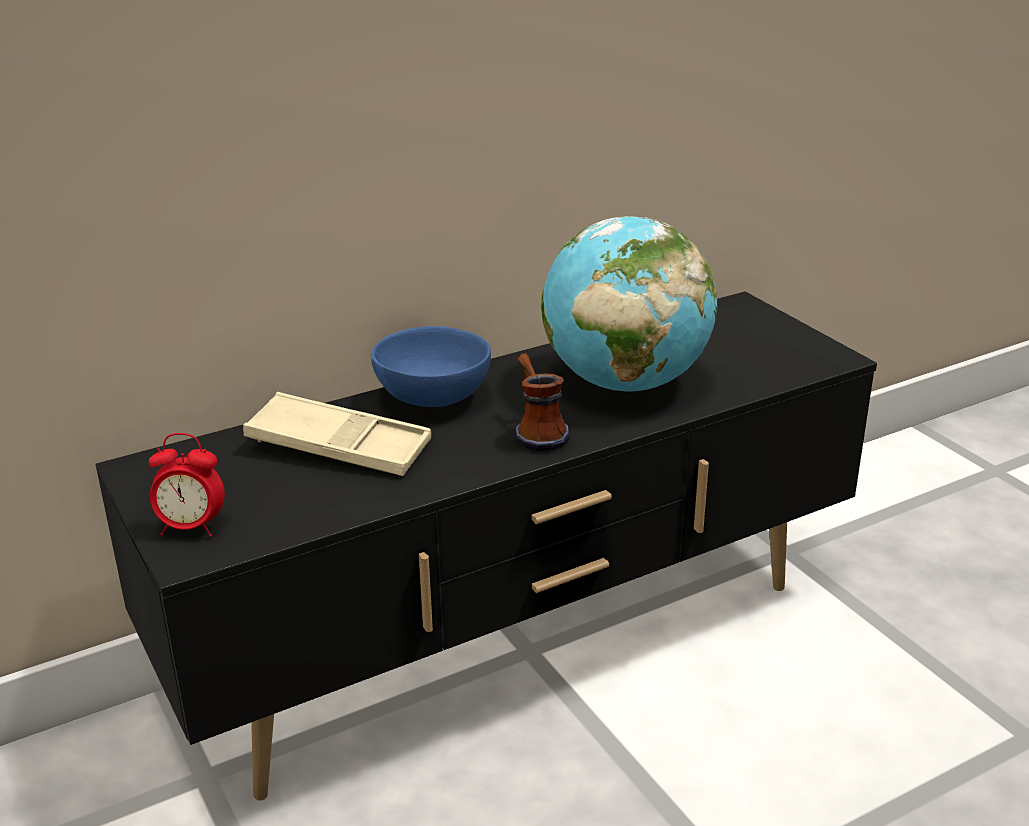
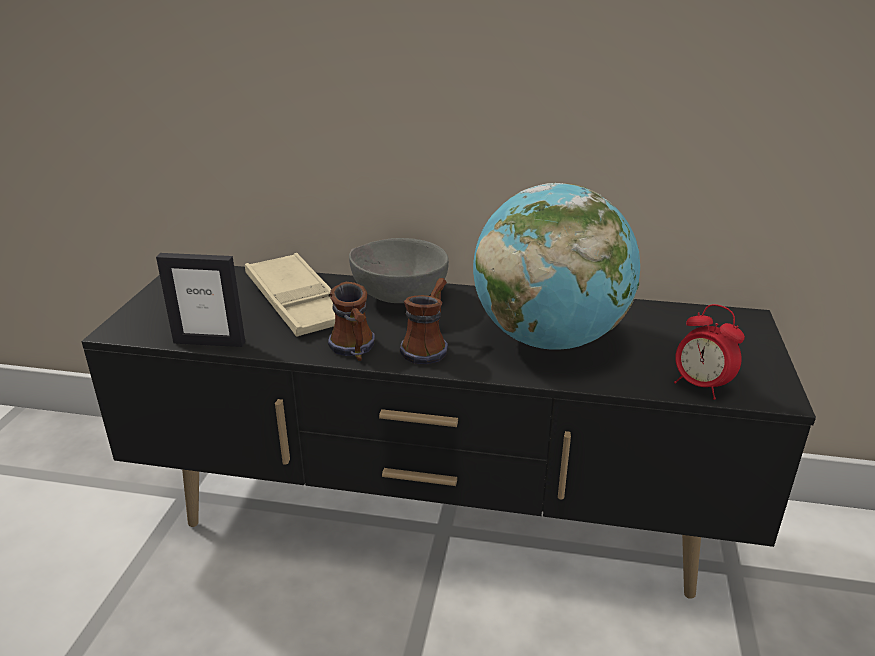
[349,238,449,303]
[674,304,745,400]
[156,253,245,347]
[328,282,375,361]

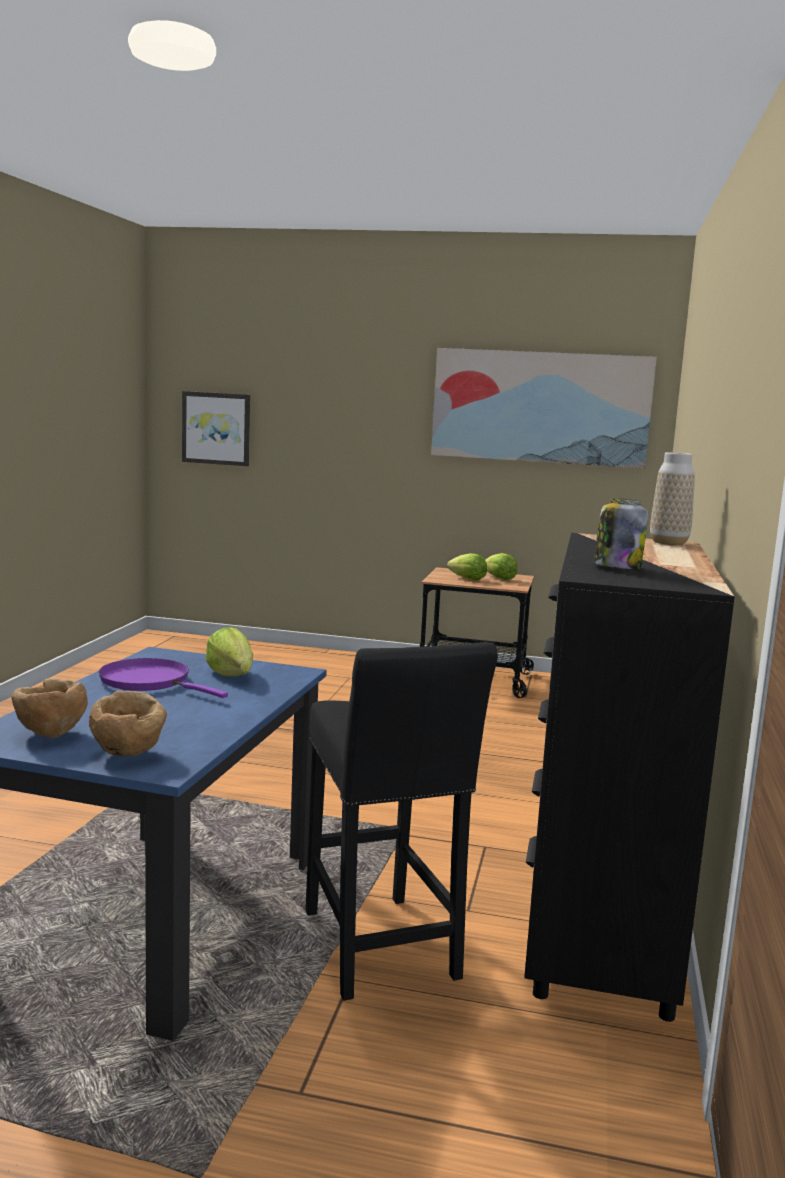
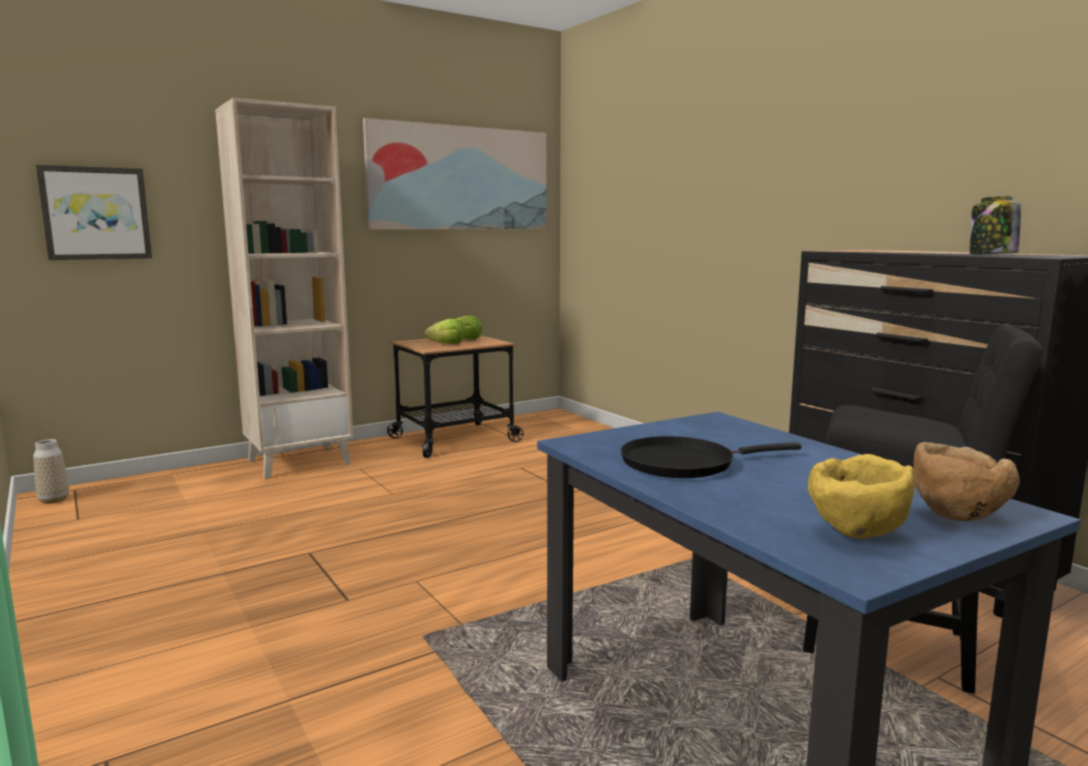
[33,439,69,504]
[205,627,253,677] (first image)
[621,436,801,478]
[808,454,915,539]
[215,98,353,479]

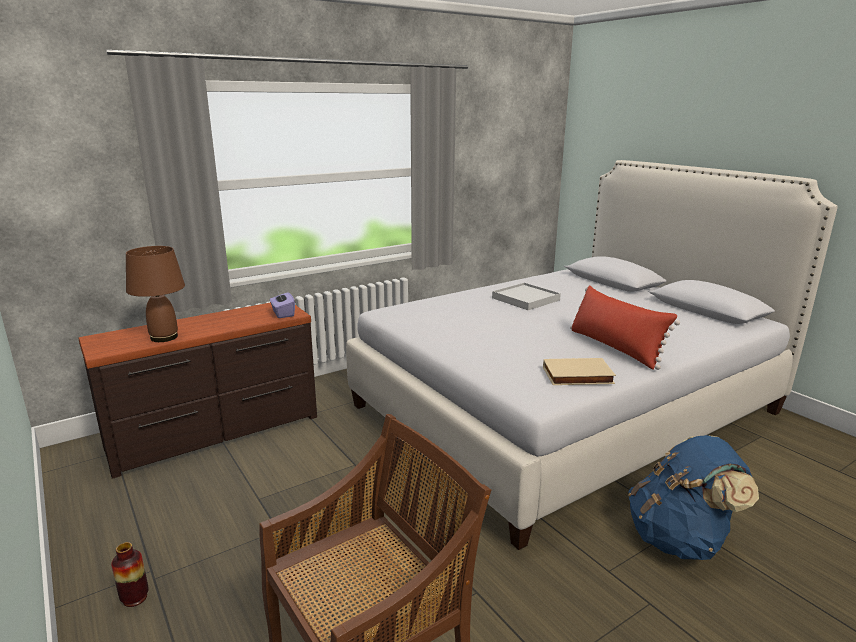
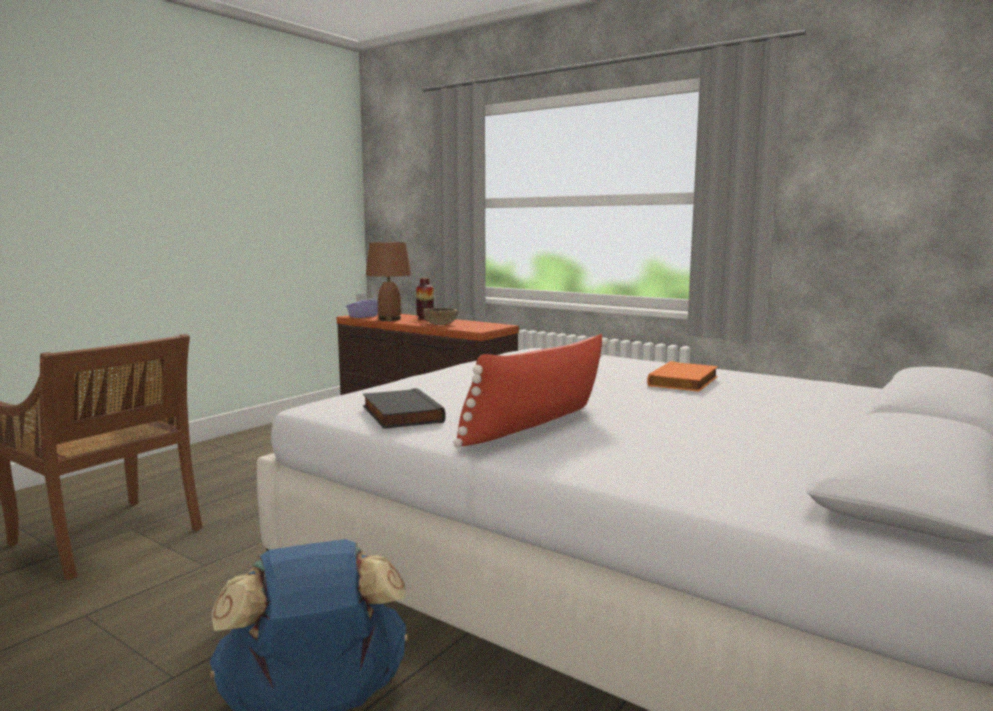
[647,361,718,391]
[346,293,378,318]
[363,388,446,429]
[416,278,434,320]
[423,308,459,325]

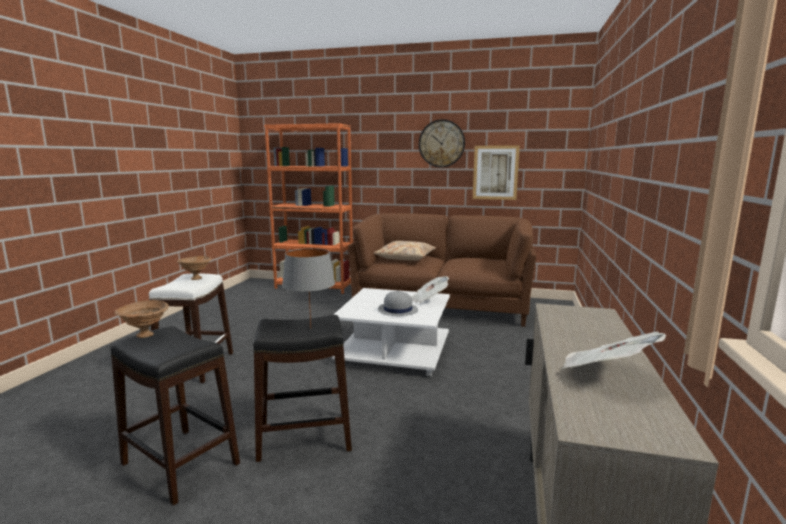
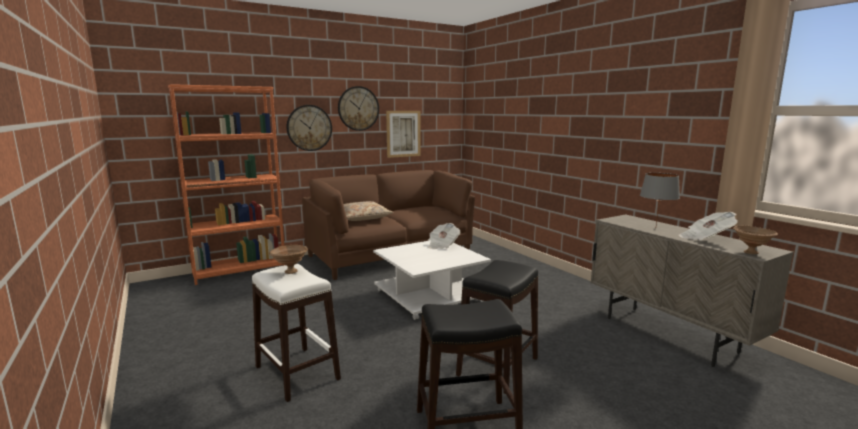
[640,173,680,225]
[378,290,418,316] (first image)
[733,225,778,254]
[287,105,332,151]

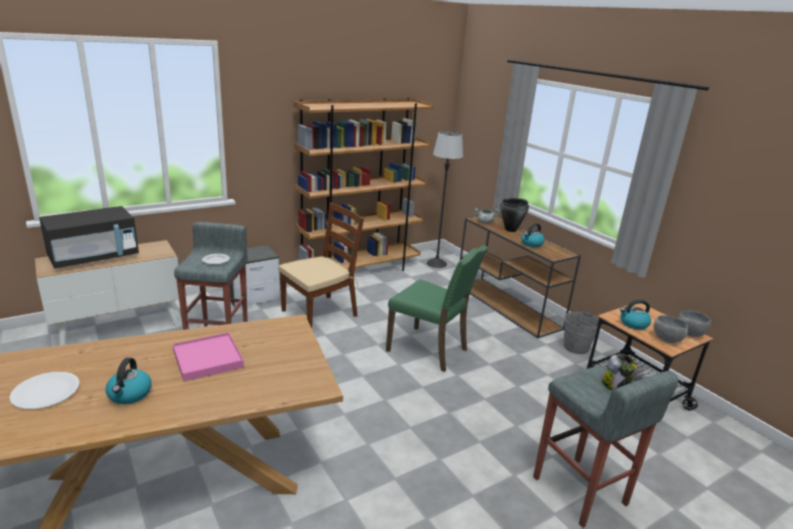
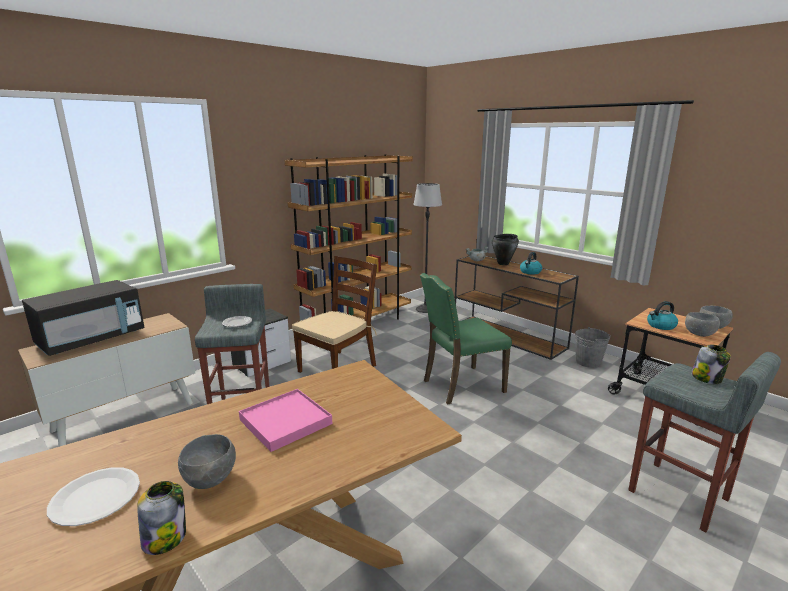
[420,273,512,404]
[178,434,236,489]
[137,481,186,555]

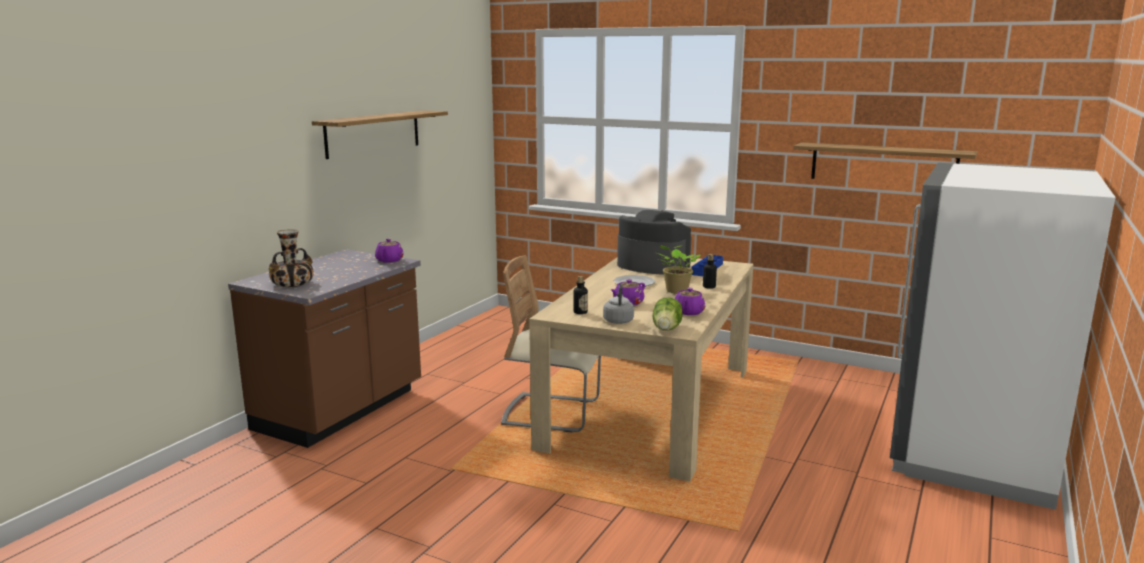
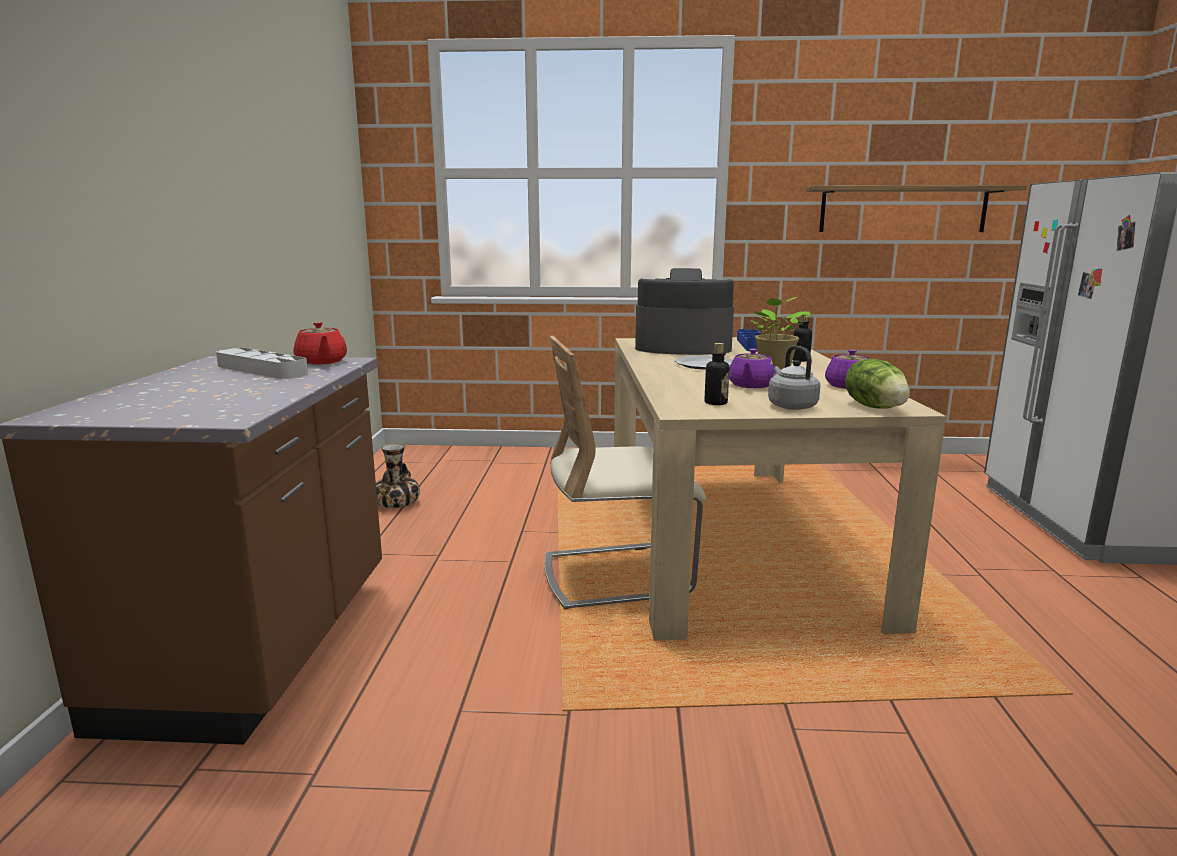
[312,111,448,159] (first image)
[376,443,420,508]
[294,322,347,365]
[216,348,308,379]

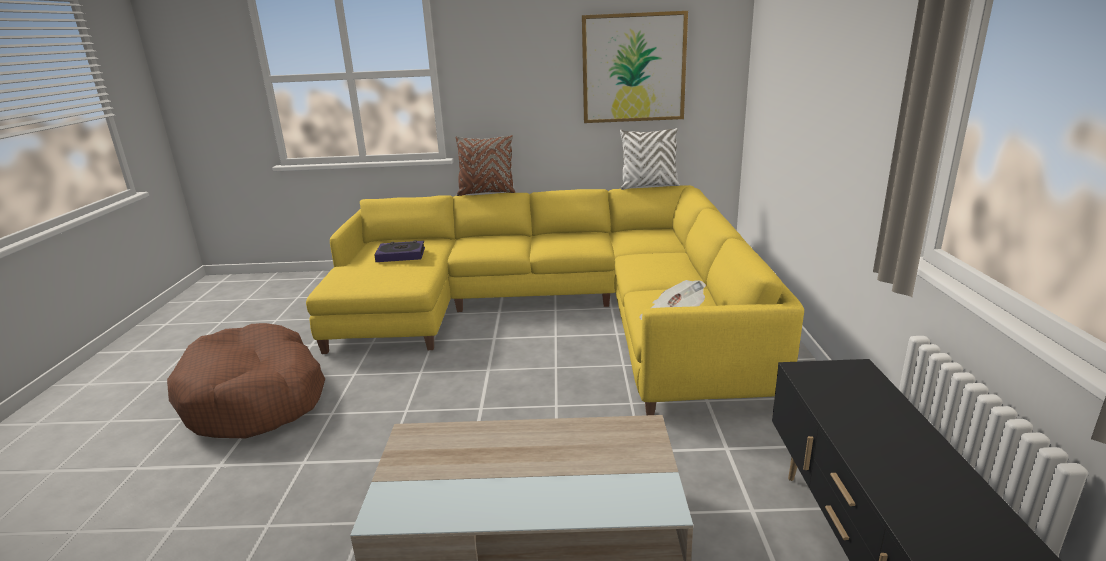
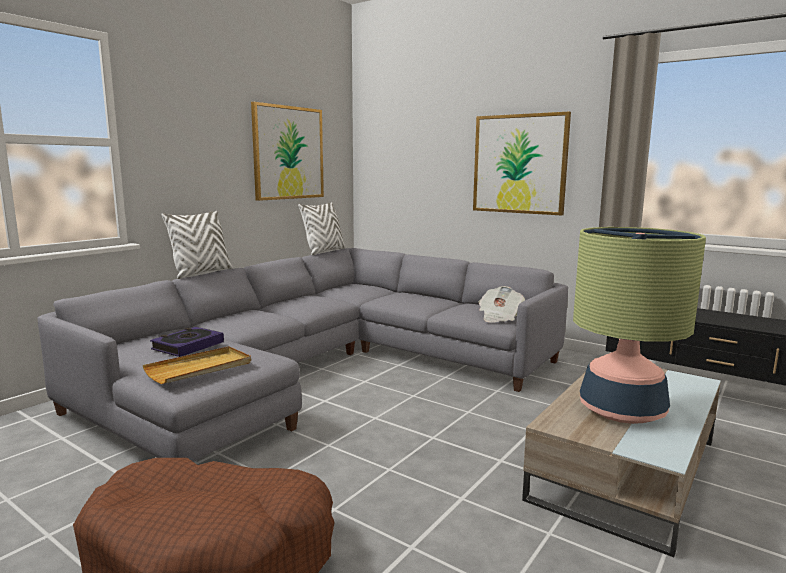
[161,211,233,279]
[38,248,568,462]
[473,112,571,215]
[573,227,706,424]
[143,346,251,384]

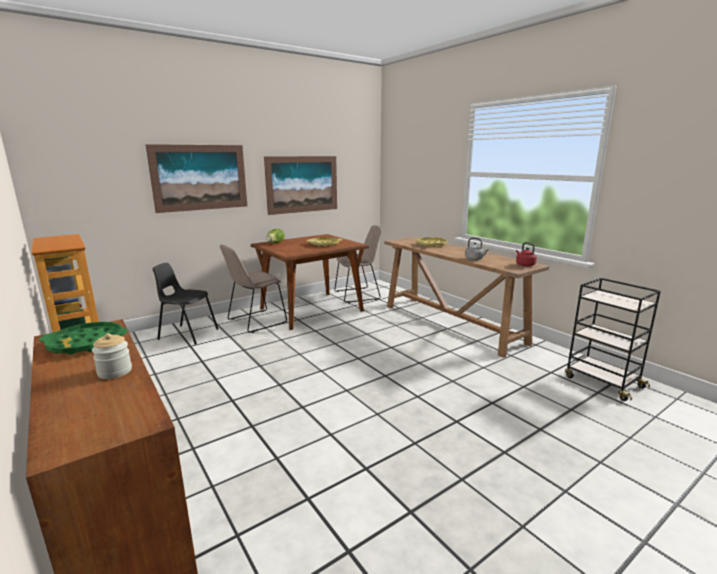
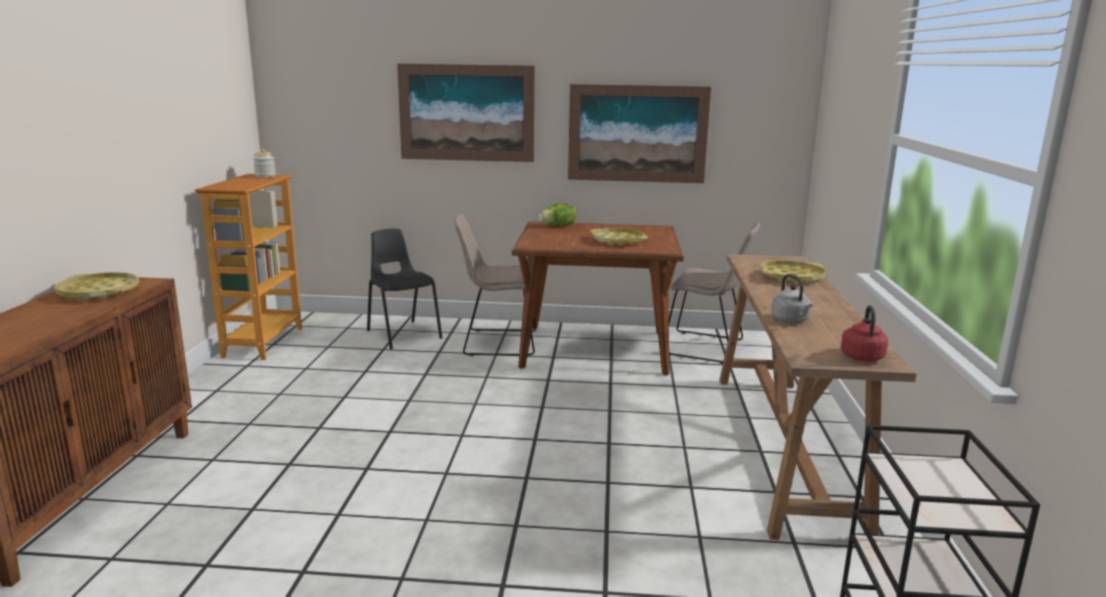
[54,272,139,301]
[253,149,276,177]

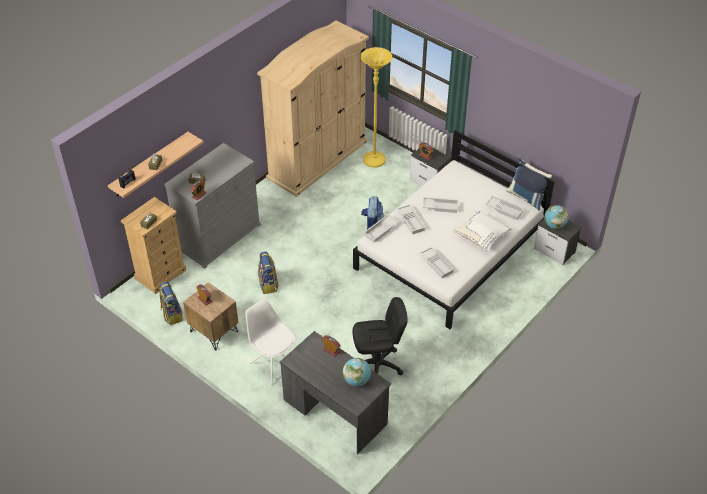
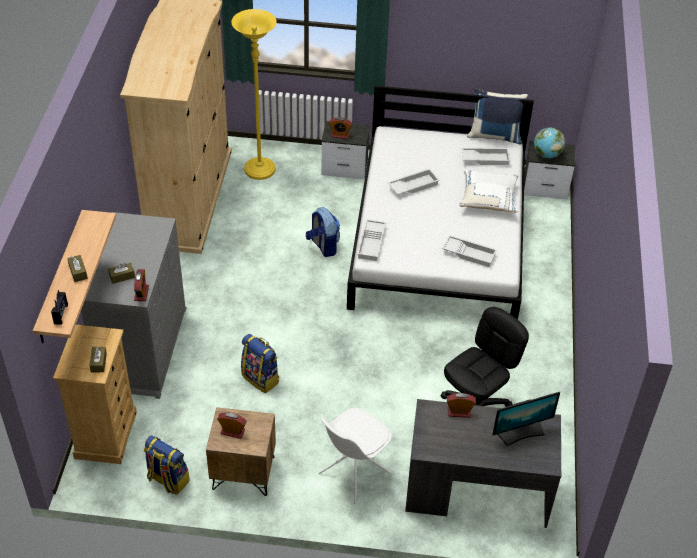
[397,204,426,234] (first image)
[318,408,392,504]
[493,392,560,446]

